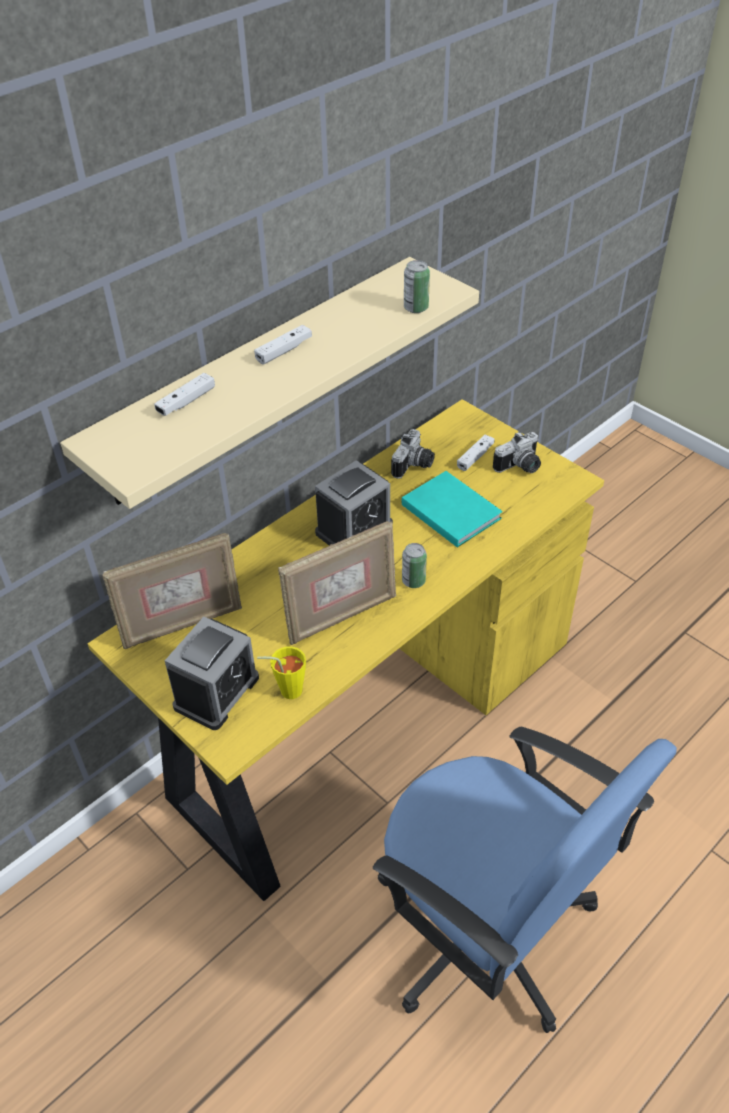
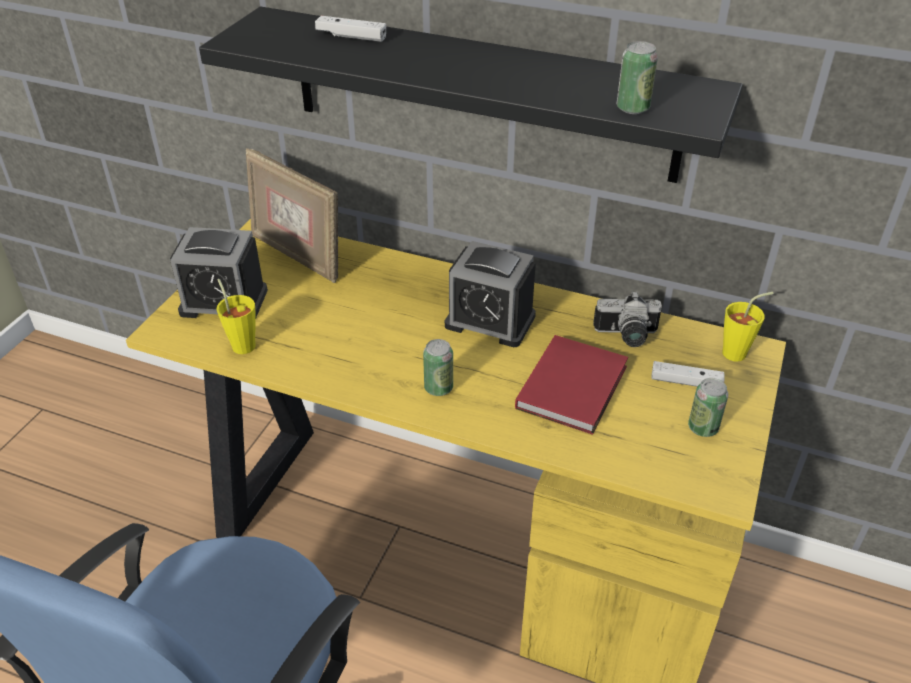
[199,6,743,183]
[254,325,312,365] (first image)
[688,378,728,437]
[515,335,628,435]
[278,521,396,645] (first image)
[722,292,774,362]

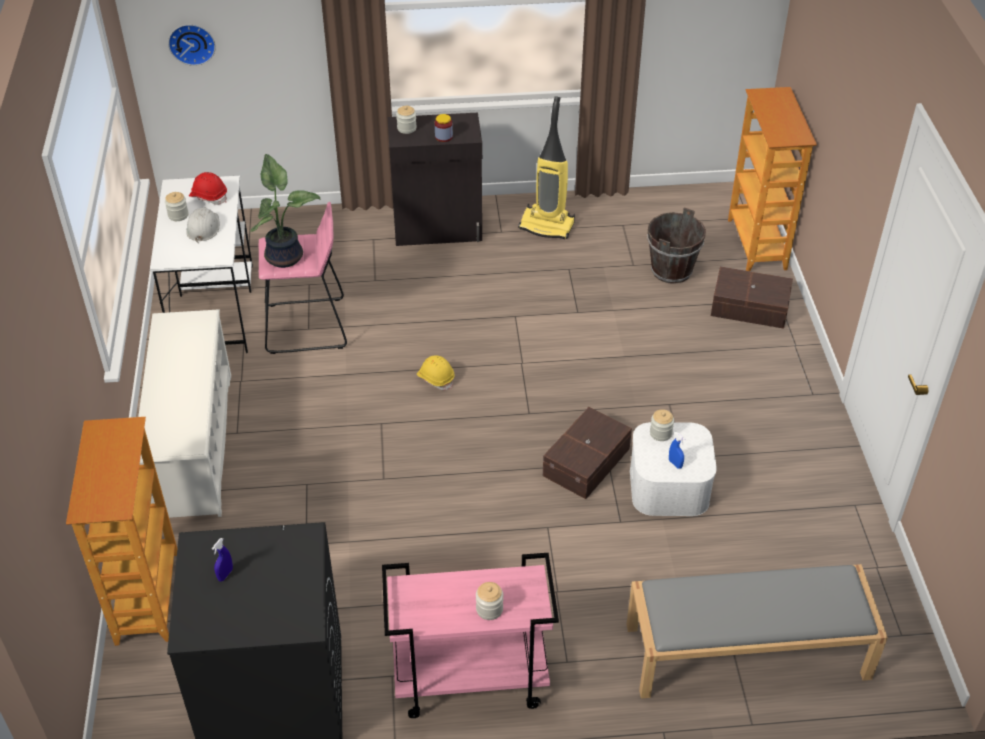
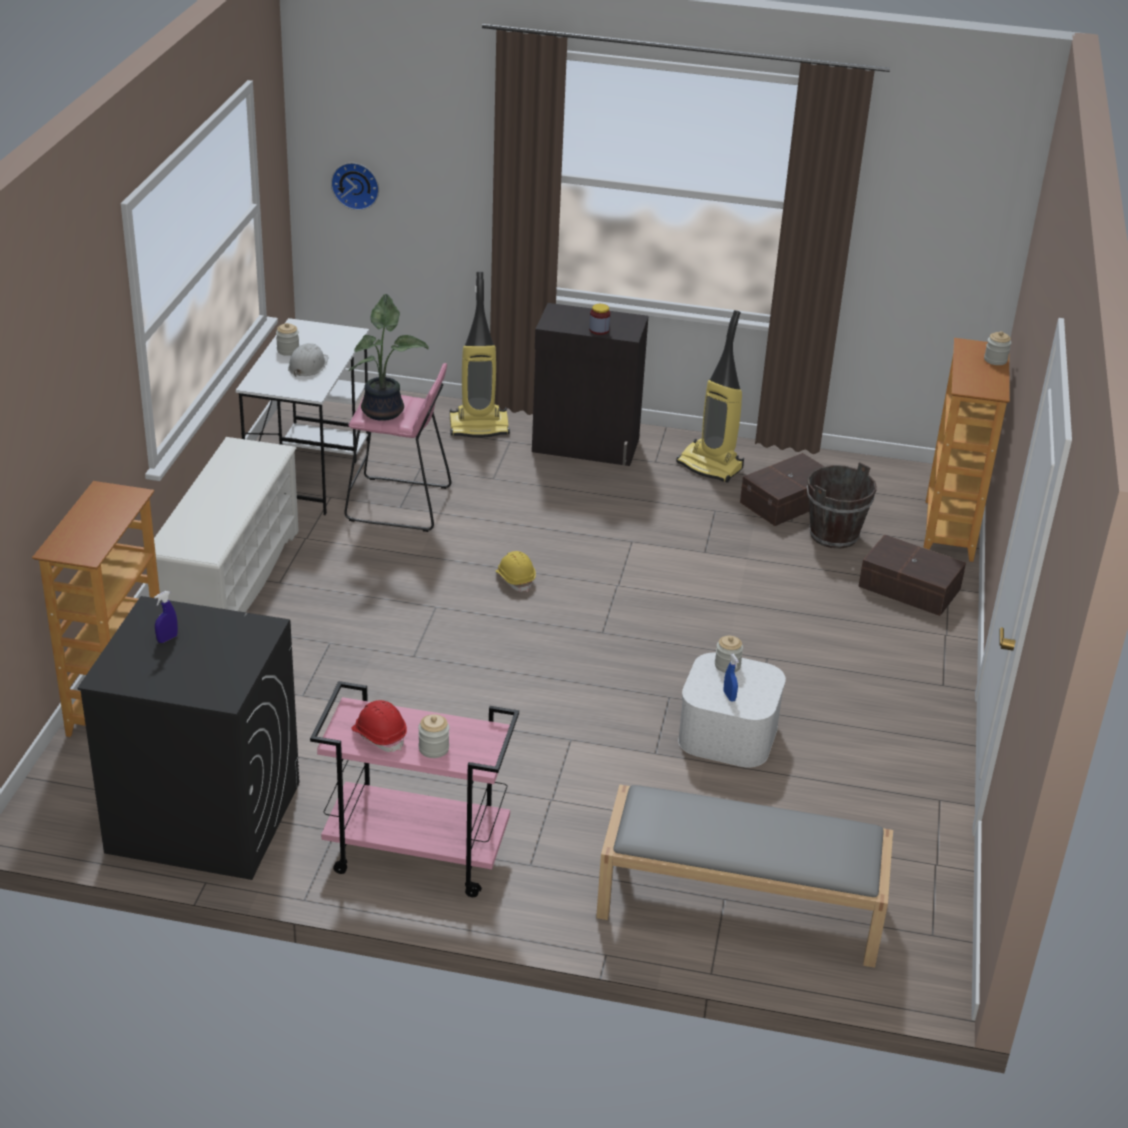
[984,331,1011,365]
[351,700,407,752]
[740,453,824,526]
[450,272,510,438]

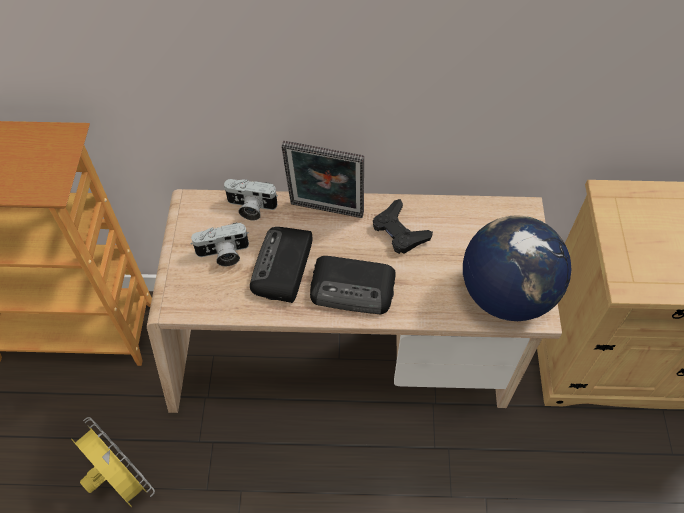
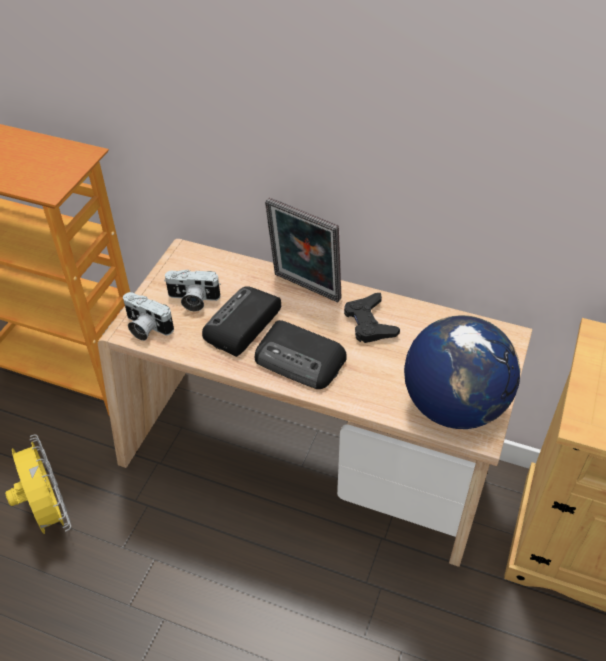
[123,292,174,341]

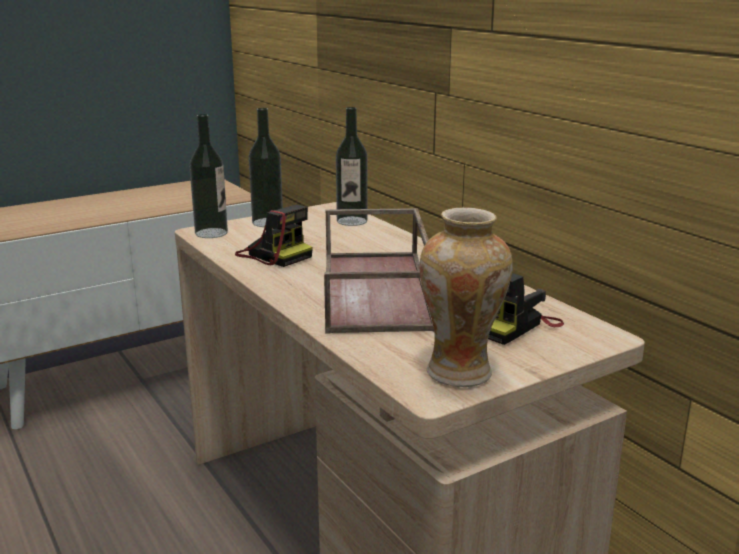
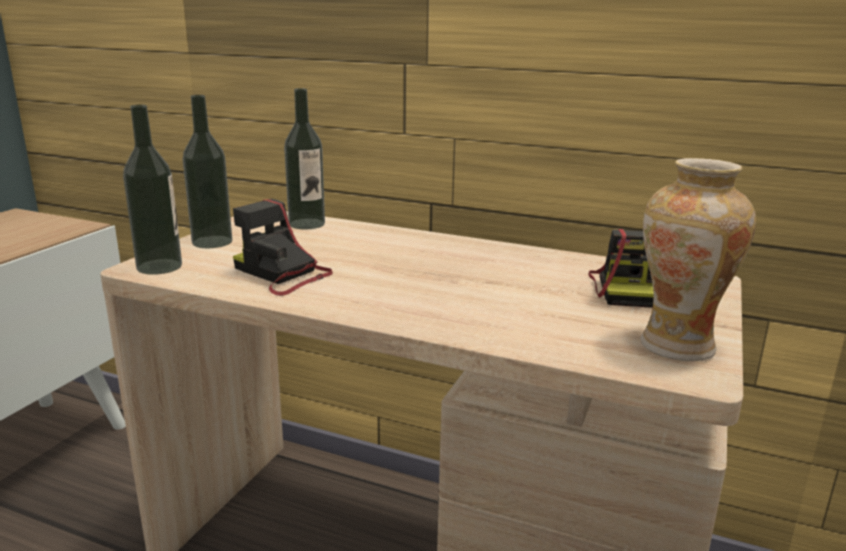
[233,199,333,296]
[324,208,434,333] (first image)

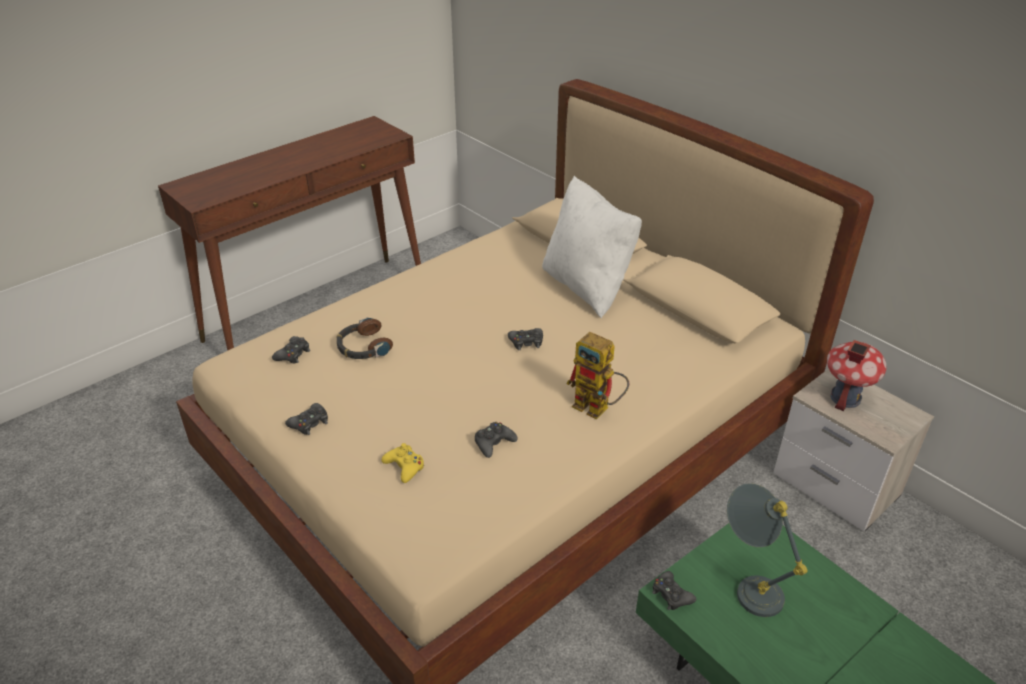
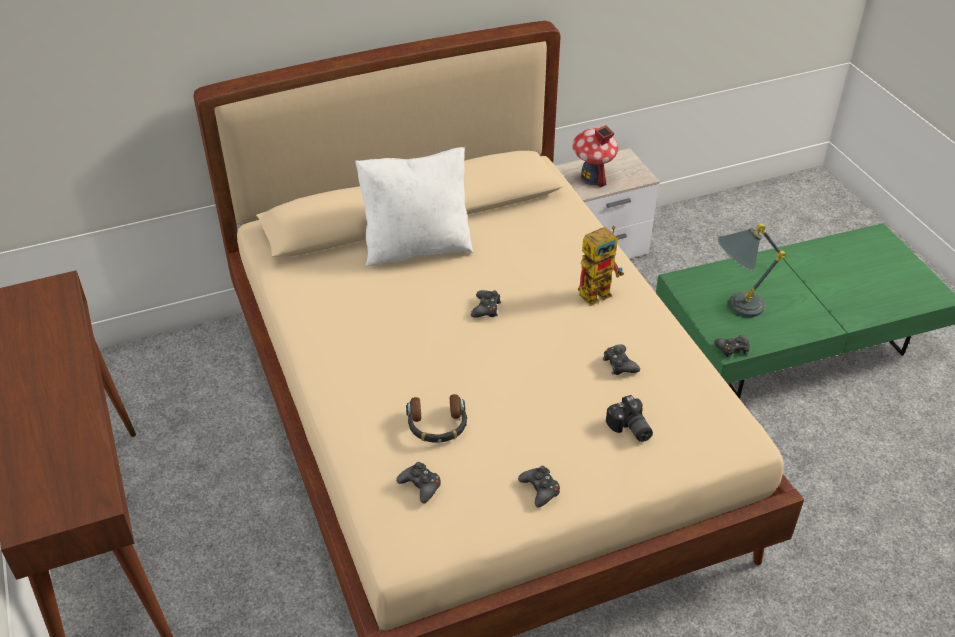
[606,395,653,442]

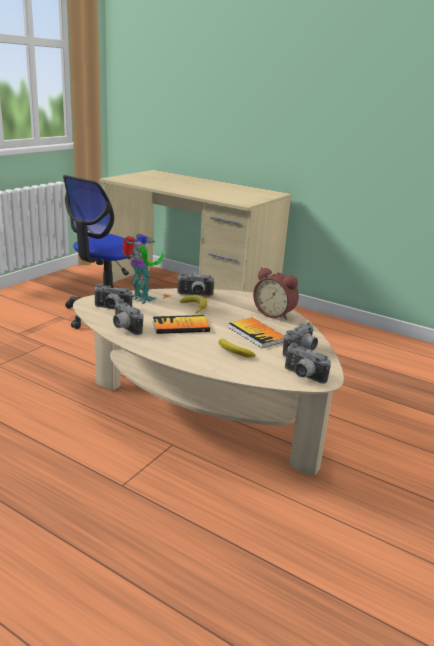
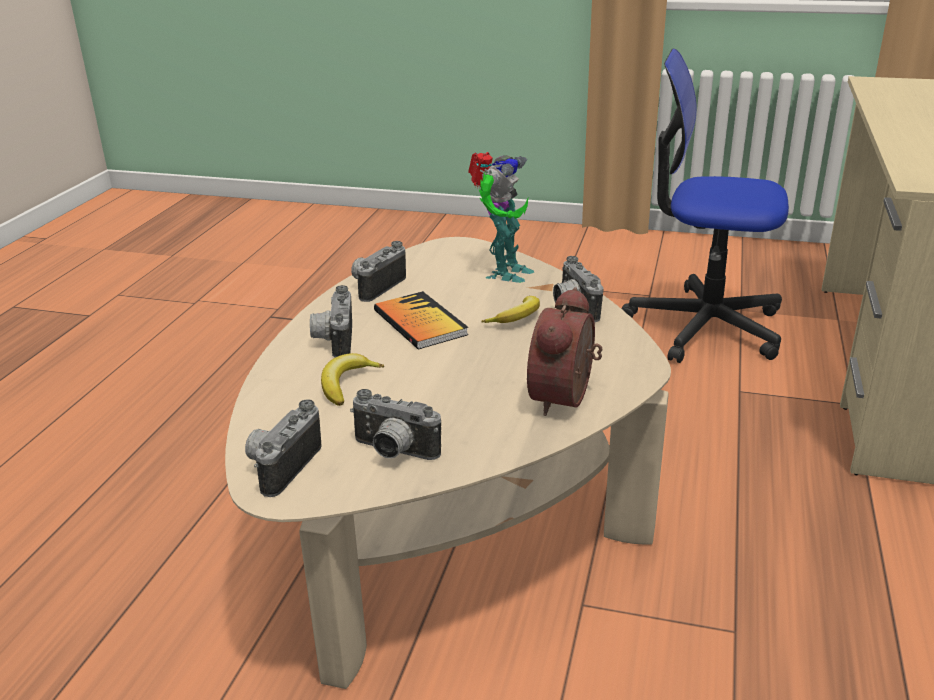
[310,285,352,358]
[228,318,284,348] (first image)

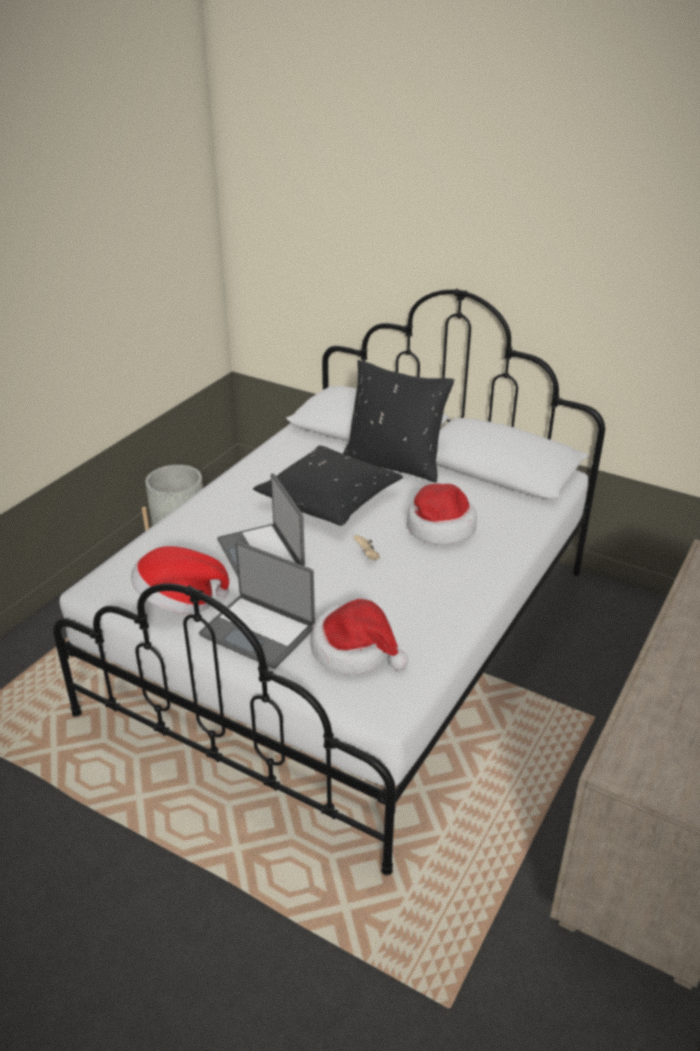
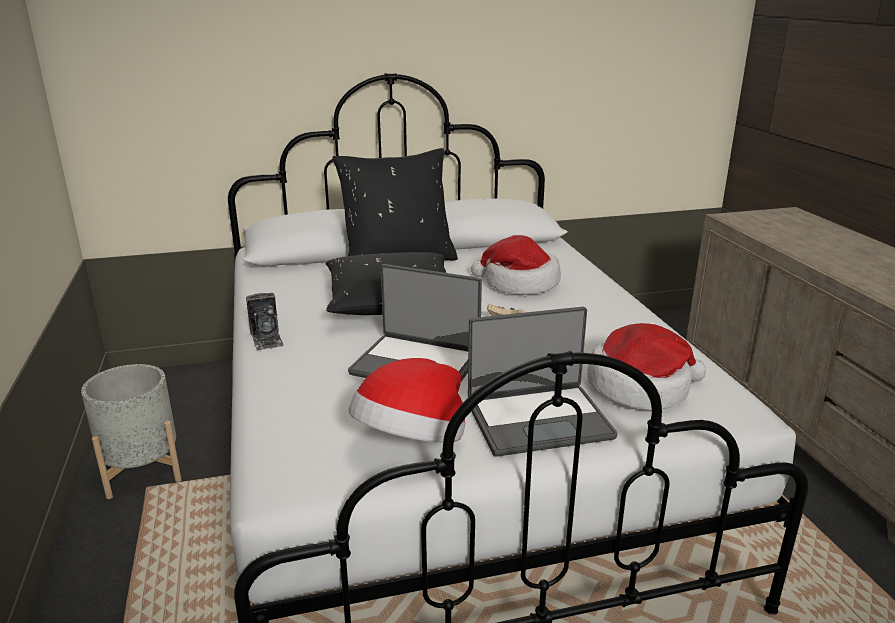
[246,292,284,350]

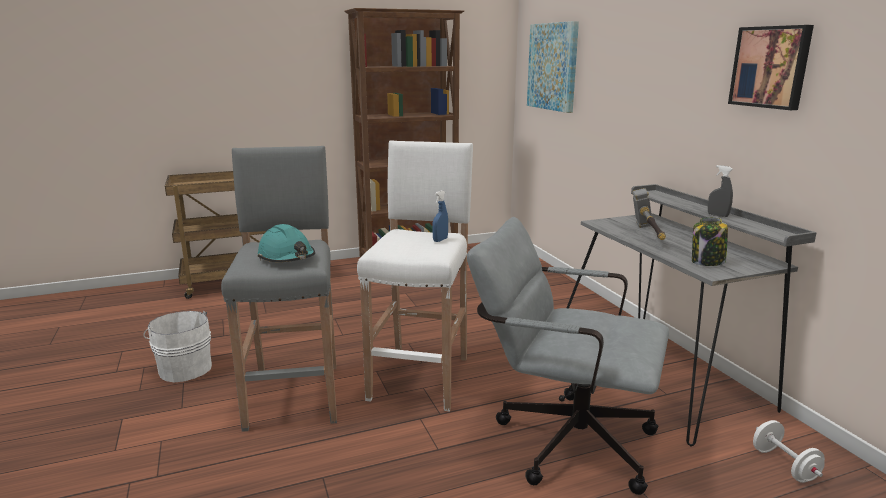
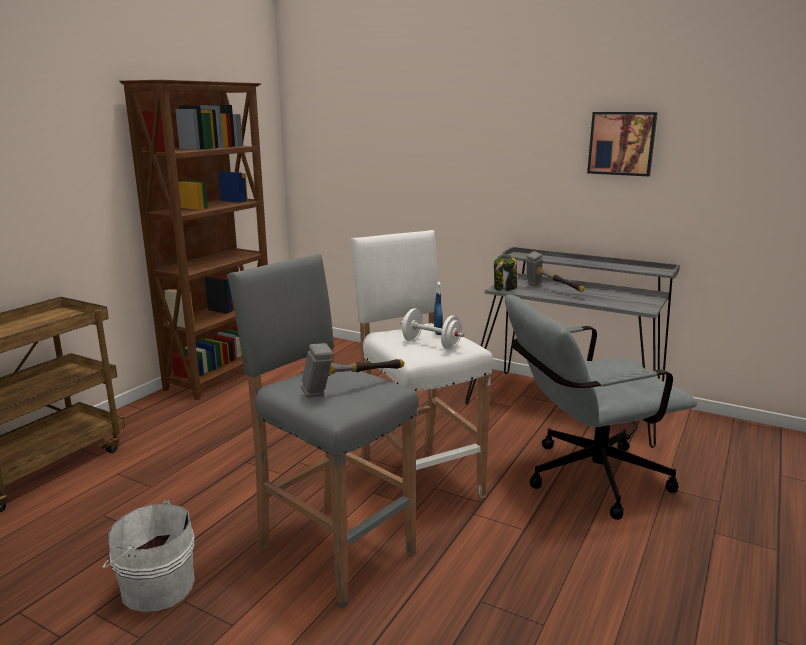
[527,21,579,113] (first image)
[708,165,733,217] (first image)
[494,254,517,291]
[301,343,405,398]
[401,308,464,350]

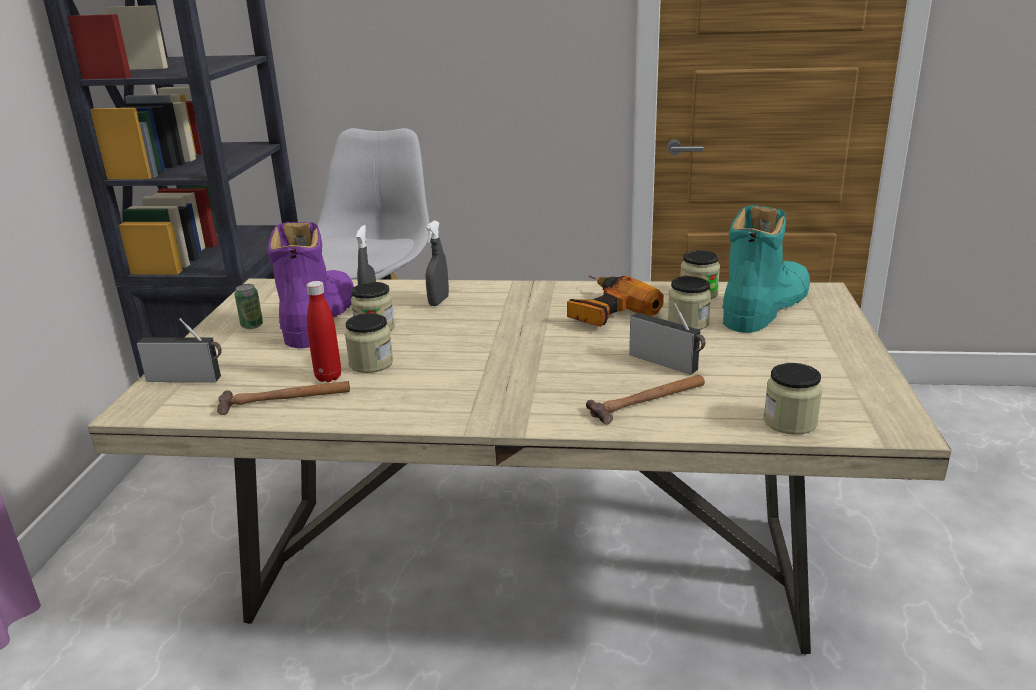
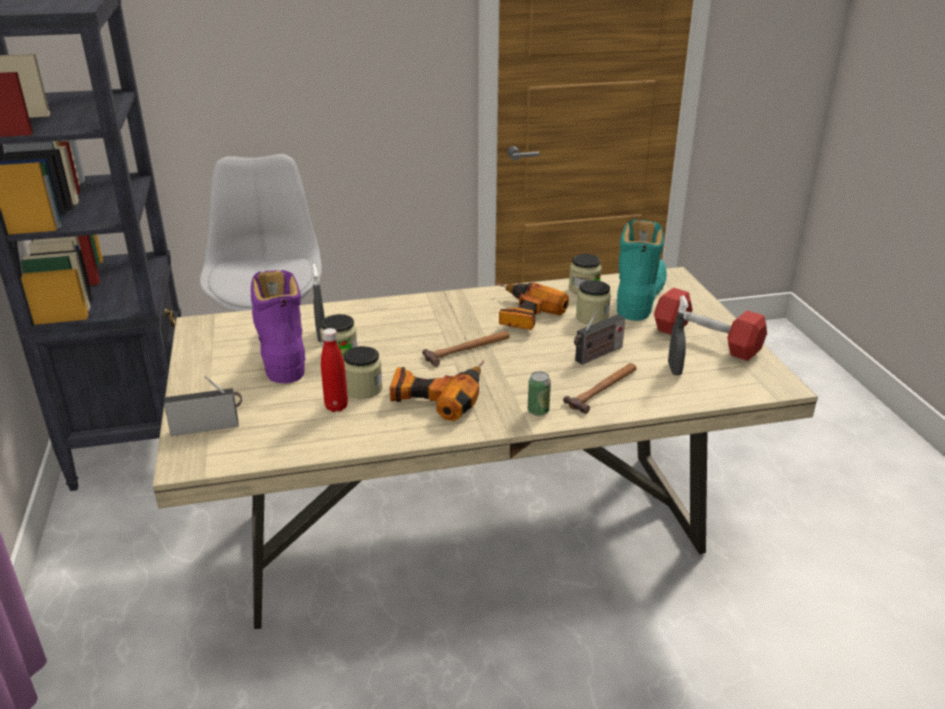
[668,296,689,375]
[528,371,551,416]
[574,310,625,365]
[764,363,822,435] (first image)
[422,331,510,367]
[654,287,767,361]
[390,361,484,421]

